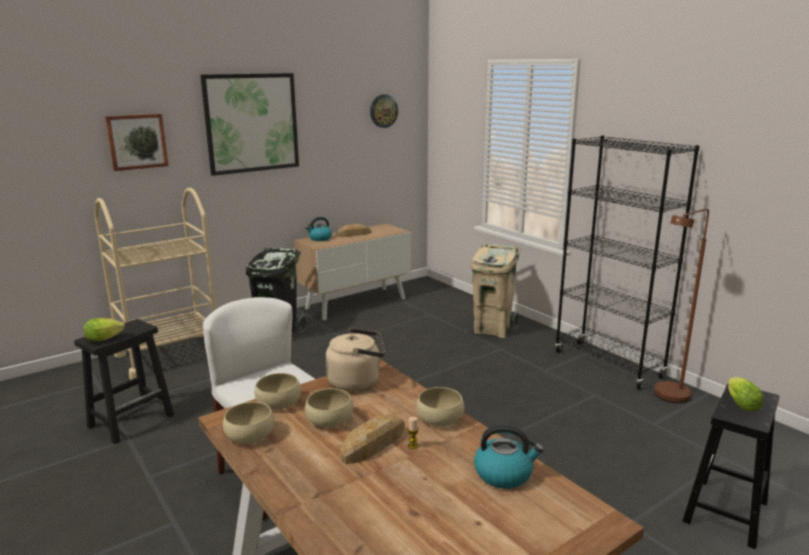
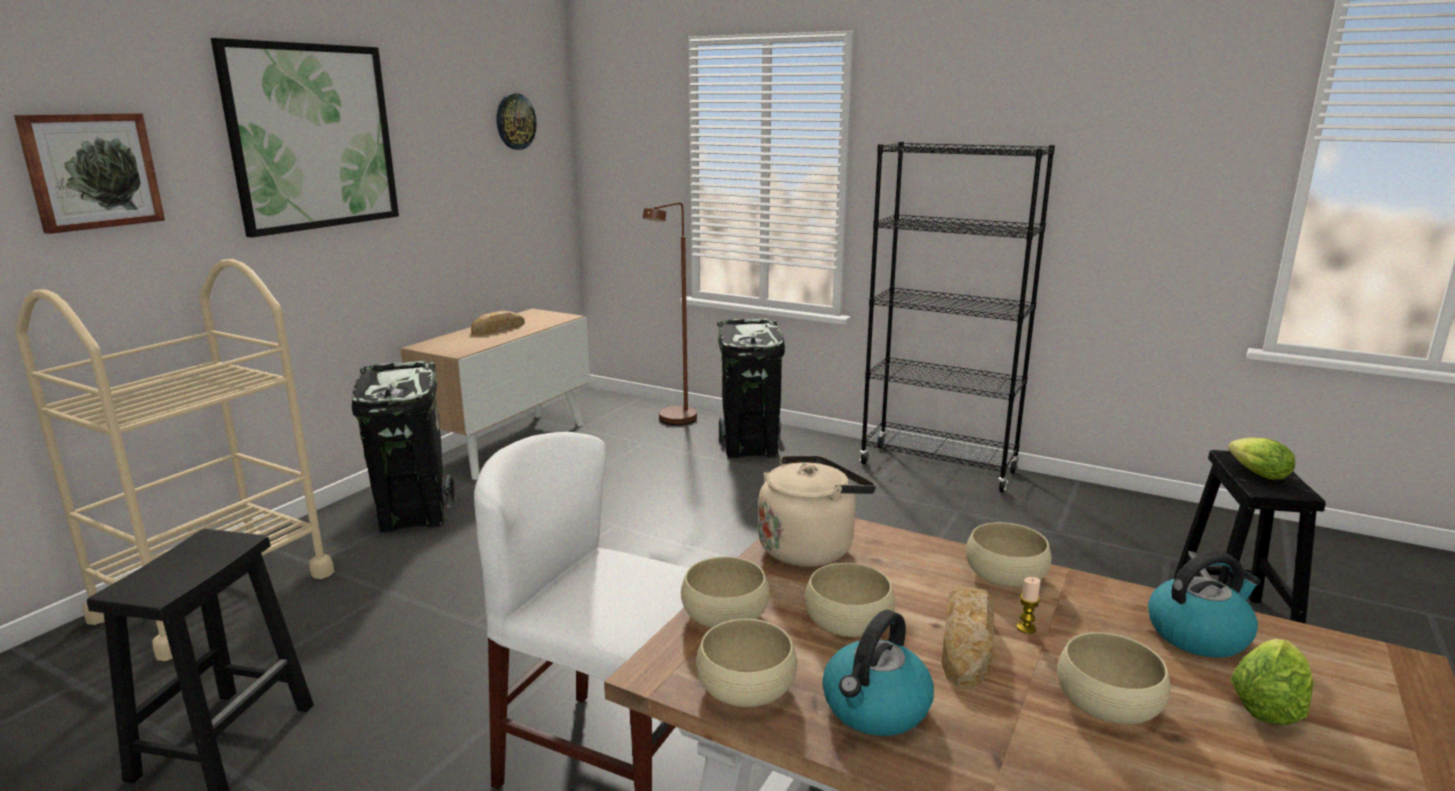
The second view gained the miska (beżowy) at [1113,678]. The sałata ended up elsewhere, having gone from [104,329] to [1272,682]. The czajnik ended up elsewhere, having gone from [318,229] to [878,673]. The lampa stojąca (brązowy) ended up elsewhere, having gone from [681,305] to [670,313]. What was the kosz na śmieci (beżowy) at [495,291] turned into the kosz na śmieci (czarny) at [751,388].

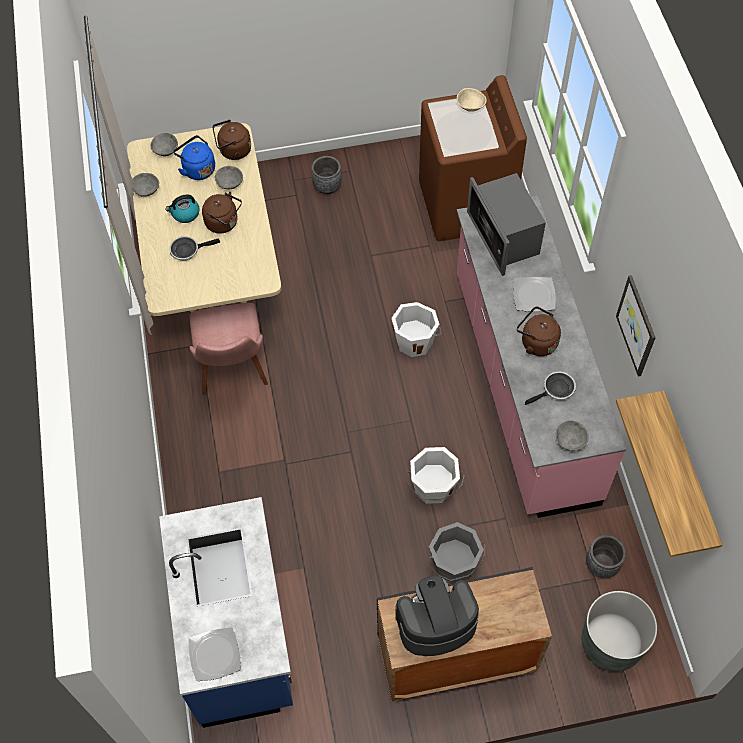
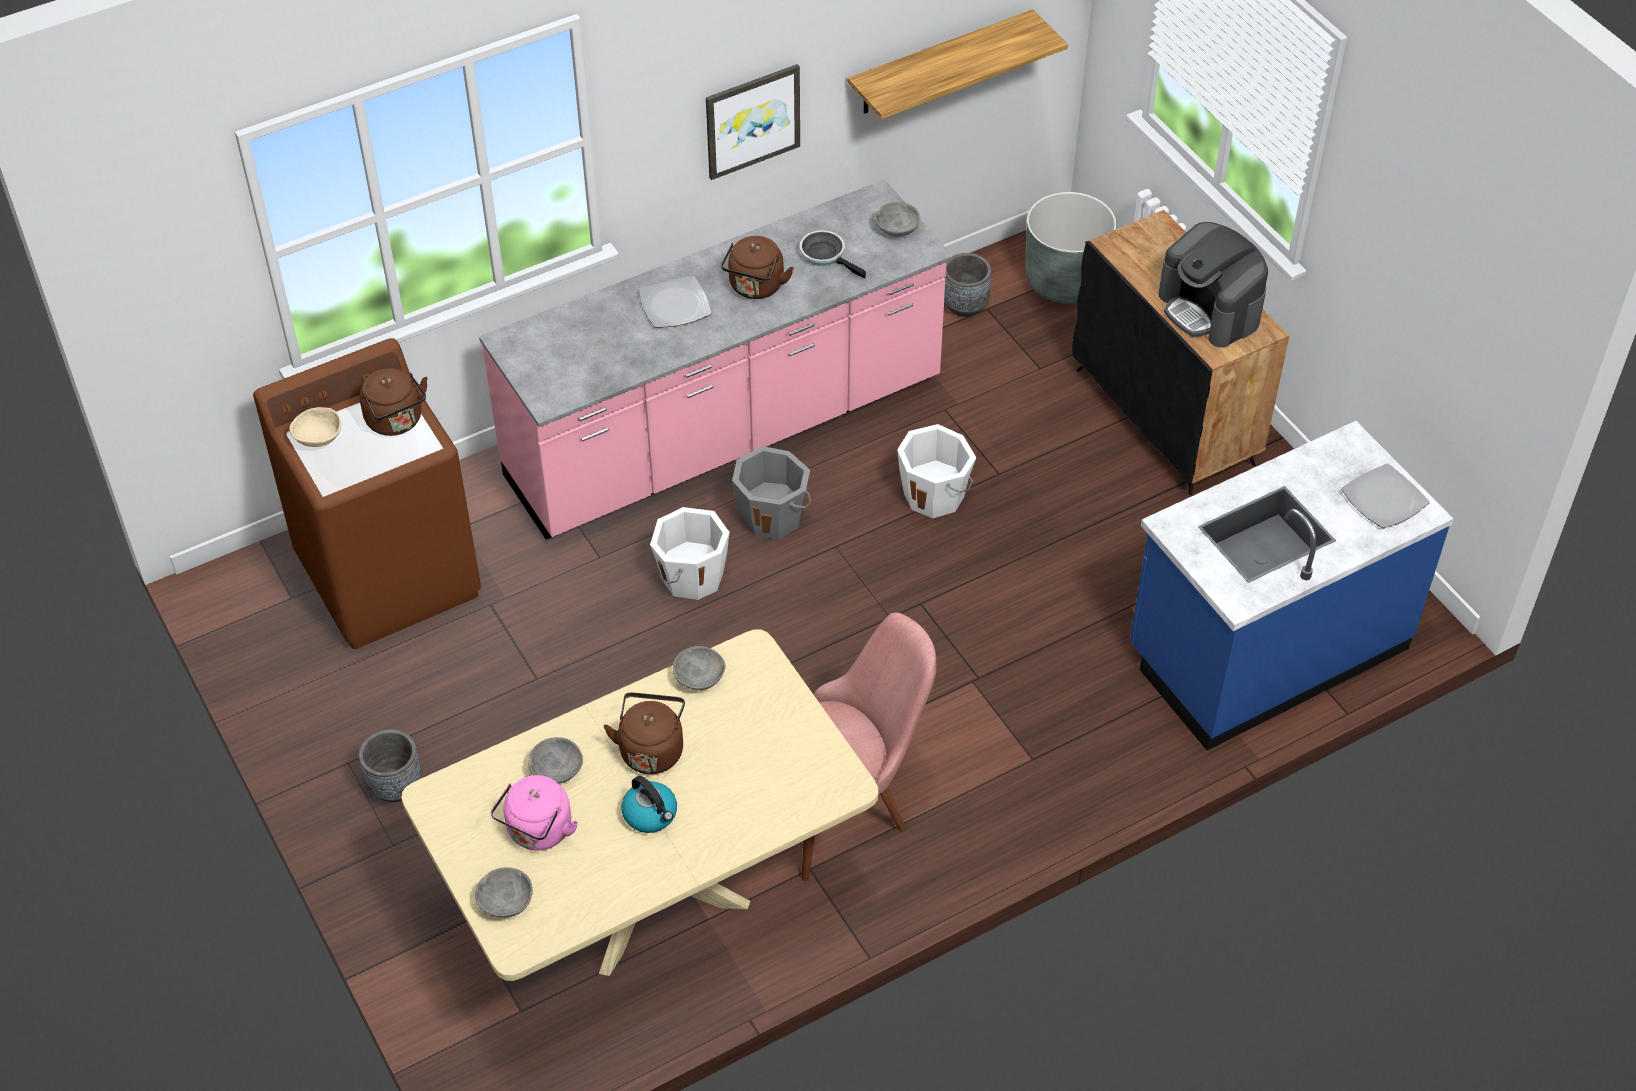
The second view lost the patelnia at [194,248]. The second view lost the mikrofalówka at [506,224]. The miska (szary) ended up elsewhere, having gone from [145,185] to [699,668]. The czajnik (brązowy) ended up elsewhere, having gone from [231,140] to [394,402]. The wiadro (szary) ended up elsewhere, having gone from [456,552] to [771,493]. What was the czajnik (niebieski) at [194,157] turned into the czajnik (różowy) at [534,813].

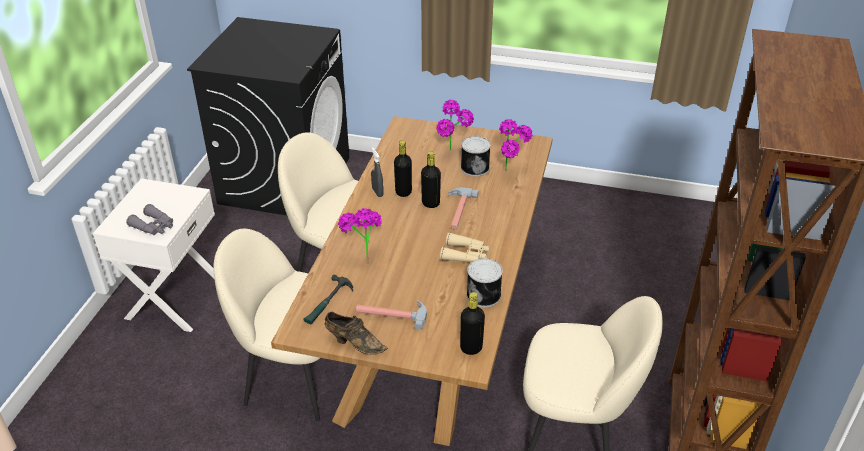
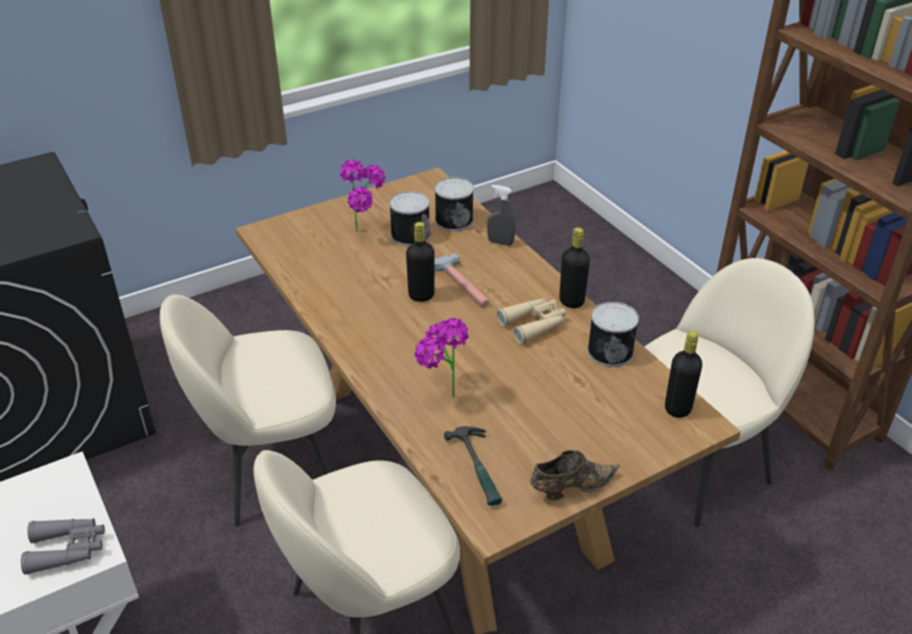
The second view lost the młotek at [391,315]. The spryskiwacz (szary) ended up elsewhere, having gone from [377,172] to [501,215]. The butelka (czarny) ended up elsewhere, having gone from [403,168] to [574,267]. Where the roślina doniczkowa stood at [516,145], the puszka came to stand at [454,204].

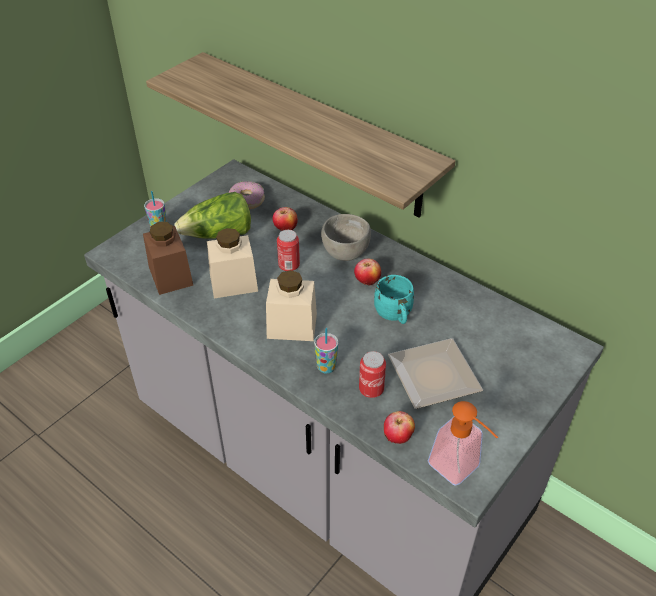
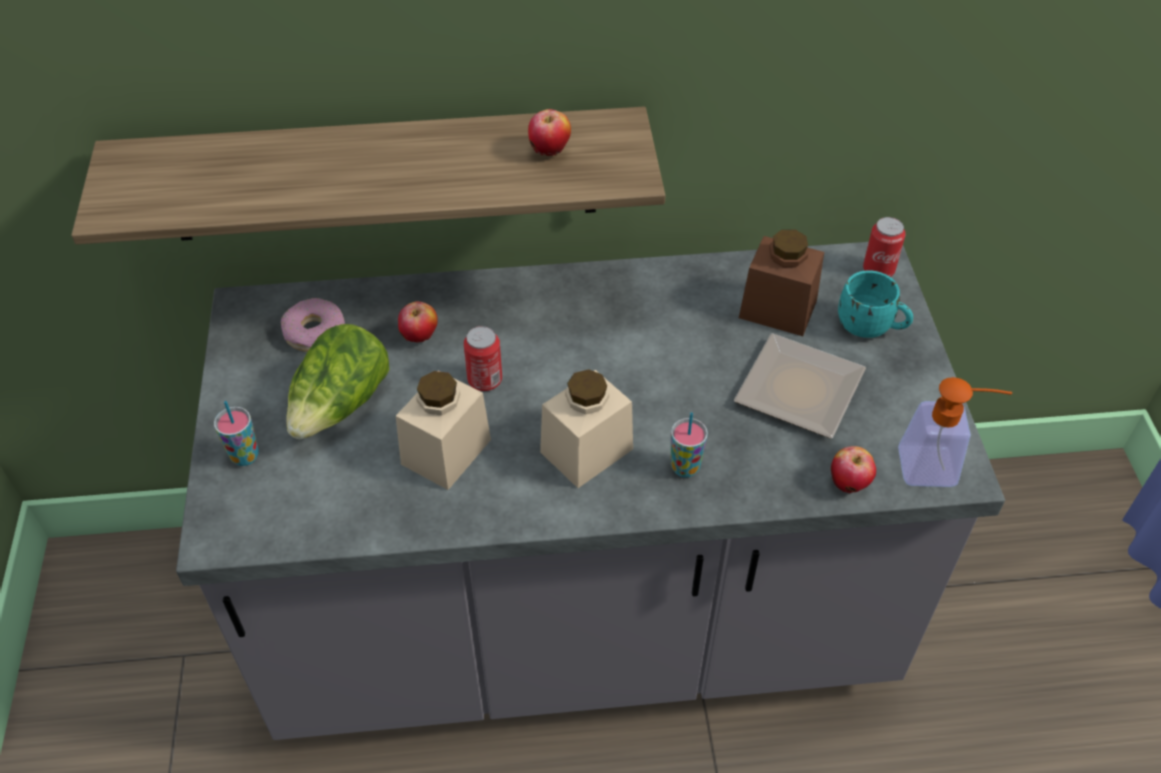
The second view lost the miska (szary) at [346,237]. The słoik (brązowy) ended up elsewhere, having gone from [168,258] to [781,282]. The jabłko ended up elsewhere, having gone from [367,272] to [549,132]. The puszka ended up elsewhere, having gone from [372,374] to [884,247]. The kubek (turkusowy) ended up elsewhere, having gone from [394,299] to [875,304].

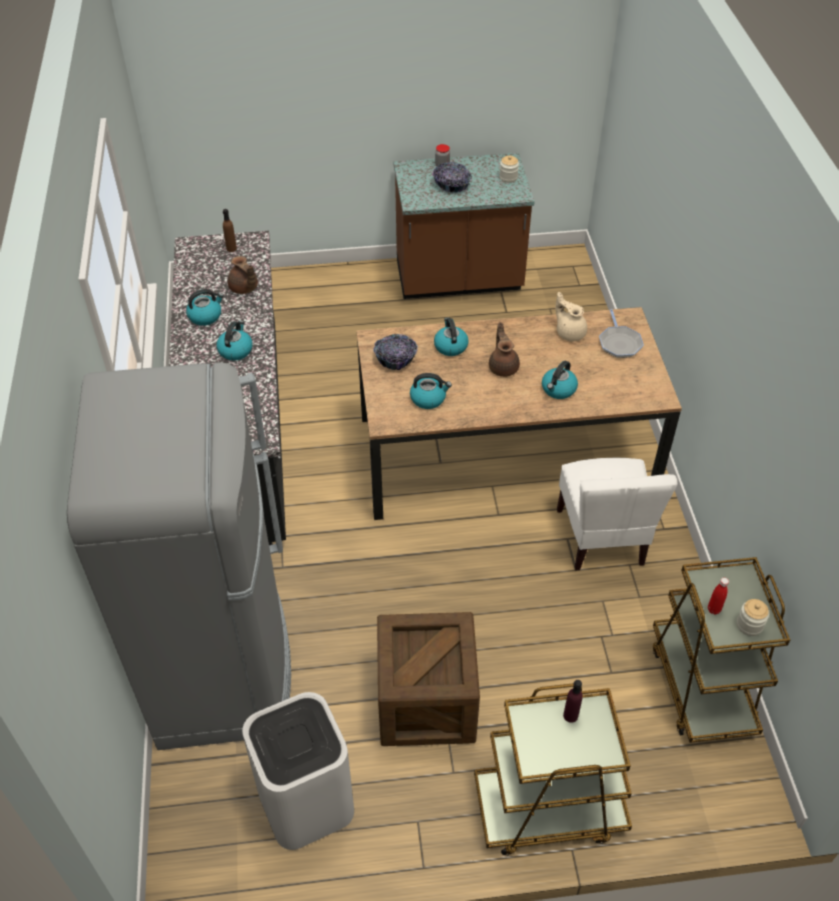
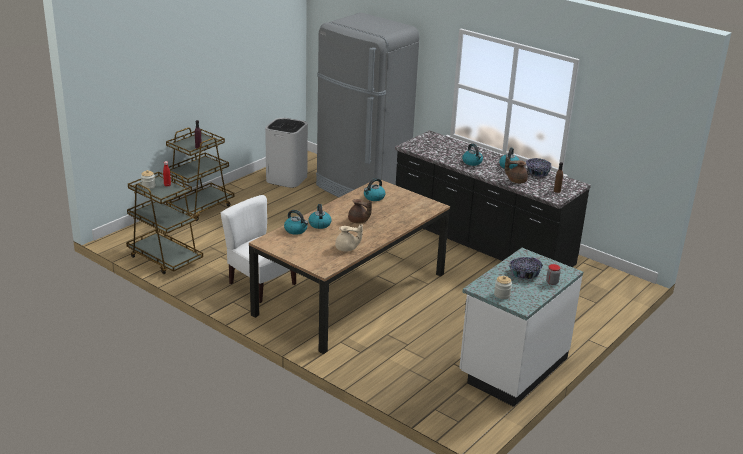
The second view lost the skrzynka at [428,679]. The second view lost the patelnia at [621,333]. The miska ended up elsewhere, having gone from [395,352] to [538,167]. The czajnik ended up elsewhere, having gone from [451,337] to [296,222]. What was the zabudowa kuchenna (brązowy) at [464,226] turned into the zabudowa kuchenna (biały) at [521,327].

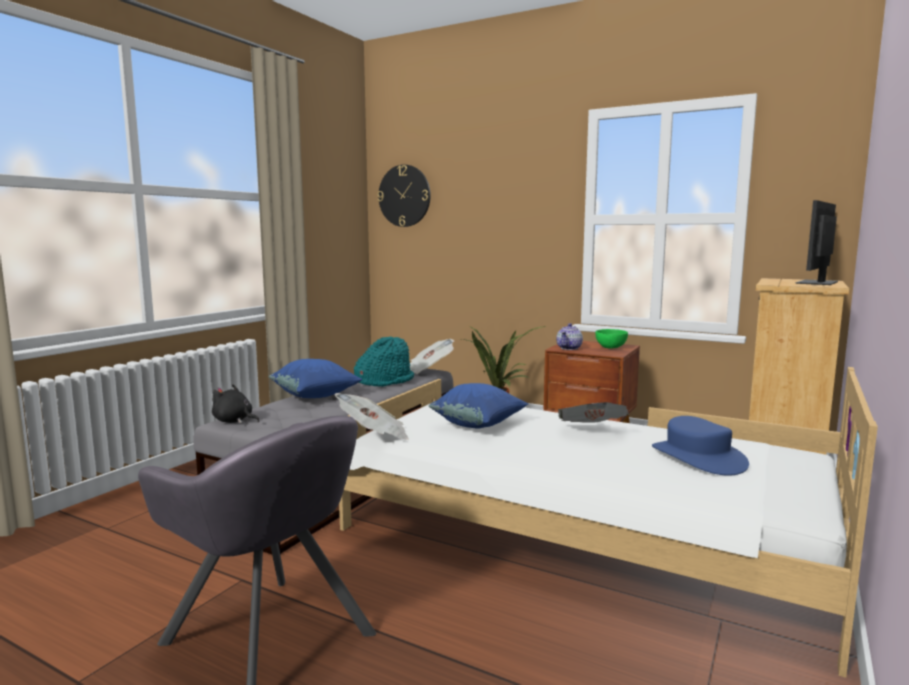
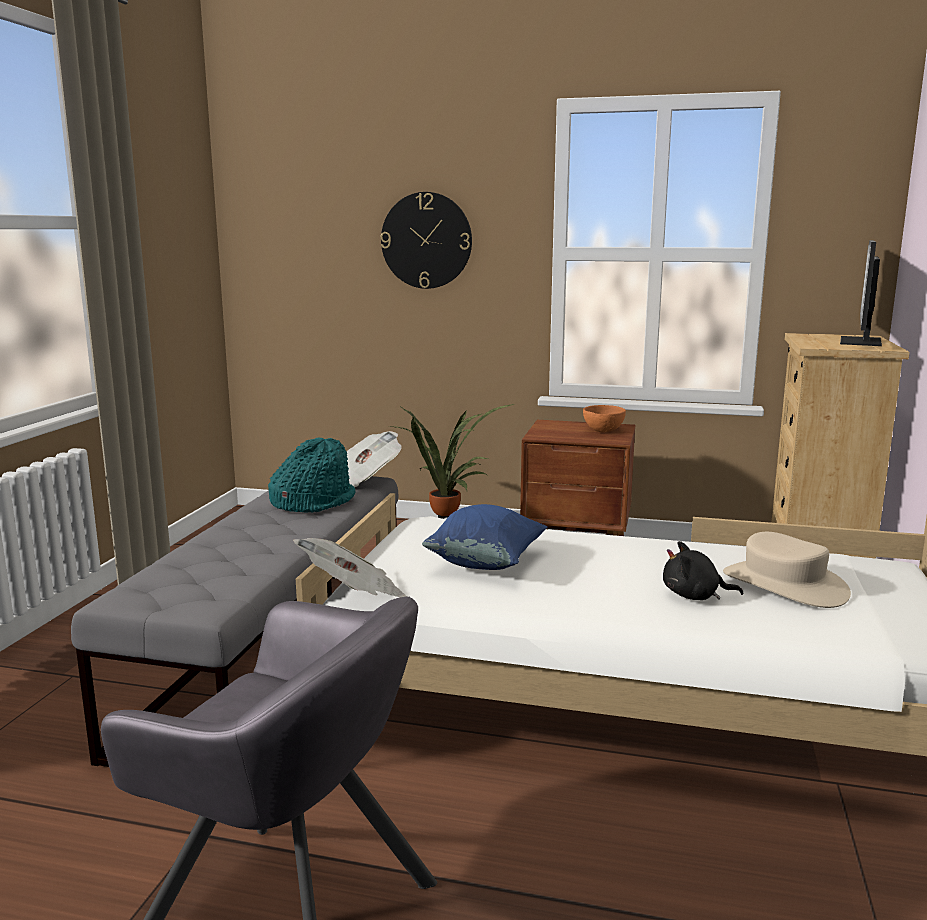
The second view lost the poduszka (niebieski) at [315,378]. The second view lost the imbryk at [569,336]. The second view lost the gazeta at [593,412]. The pluszak (czarny) ended up elsewhere, having gone from [236,404] to [703,570]. The zegar ścienny ended up elsewhere, having gone from [404,196] to [426,240]. What was the miska (zielony) at [611,339] turned into the miska (pomarańczowy) at [604,418]. What was the kapelusz (niebieski) at [700,446] turned into the kapelusz (beżowy) at [787,570].

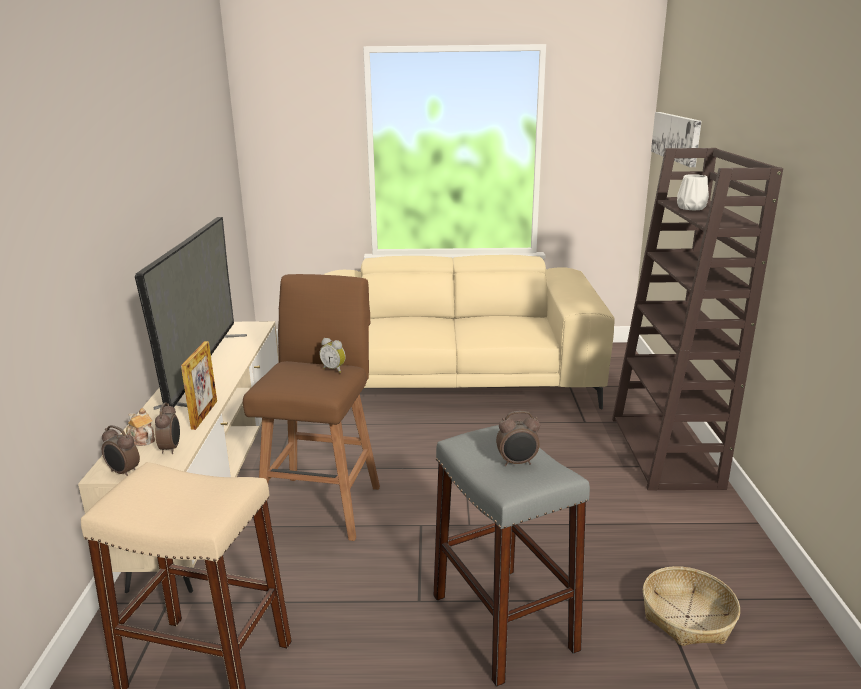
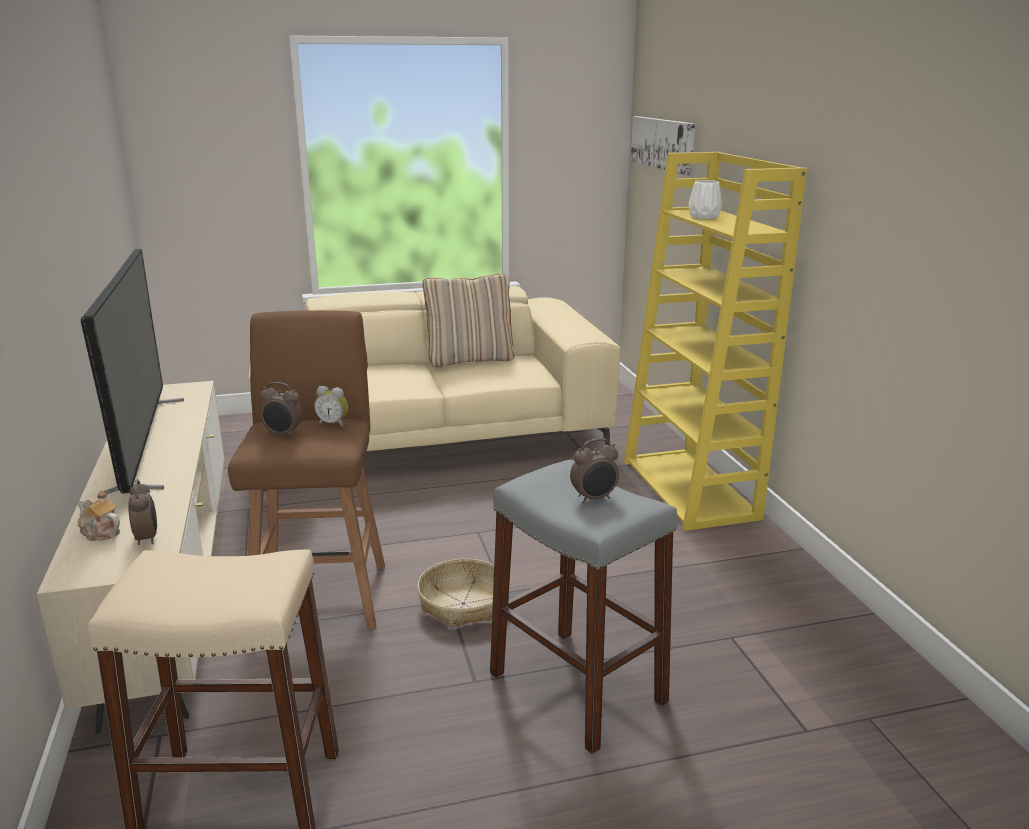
The second view lost the ramka na zdjęcie at [199,385]. The second view gained the poduszka (beżowy) at [469,320]. The budzik ended up elsewhere, having gone from [121,450] to [281,410]. The koszyk ended up elsewhere, having gone from [691,606] to [455,593]. What was the regał (brązowy) at [697,319] turned into the regał (żółty) at [715,341].

